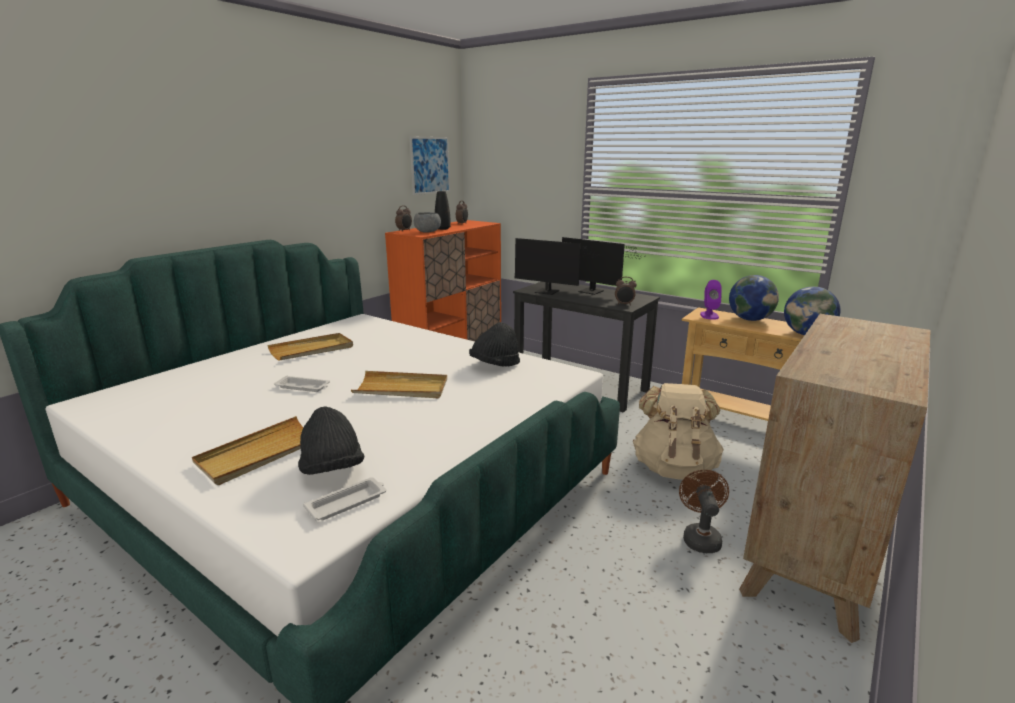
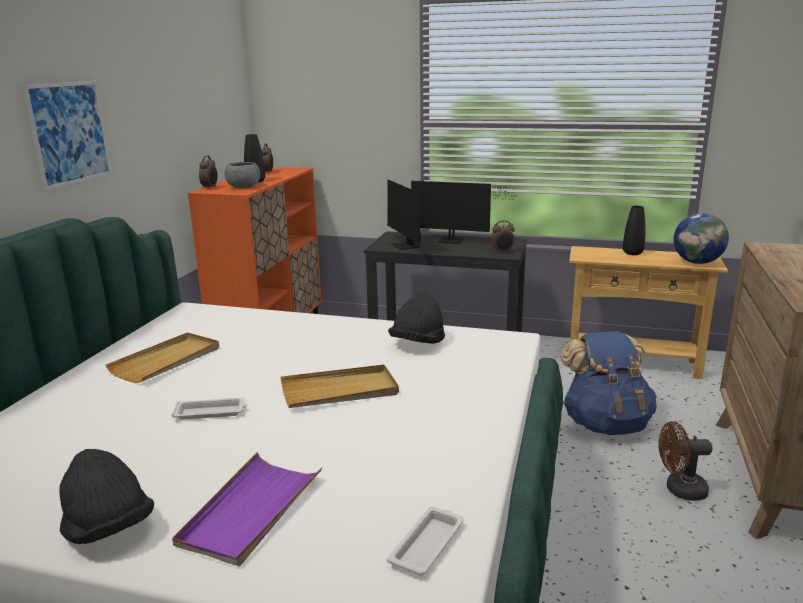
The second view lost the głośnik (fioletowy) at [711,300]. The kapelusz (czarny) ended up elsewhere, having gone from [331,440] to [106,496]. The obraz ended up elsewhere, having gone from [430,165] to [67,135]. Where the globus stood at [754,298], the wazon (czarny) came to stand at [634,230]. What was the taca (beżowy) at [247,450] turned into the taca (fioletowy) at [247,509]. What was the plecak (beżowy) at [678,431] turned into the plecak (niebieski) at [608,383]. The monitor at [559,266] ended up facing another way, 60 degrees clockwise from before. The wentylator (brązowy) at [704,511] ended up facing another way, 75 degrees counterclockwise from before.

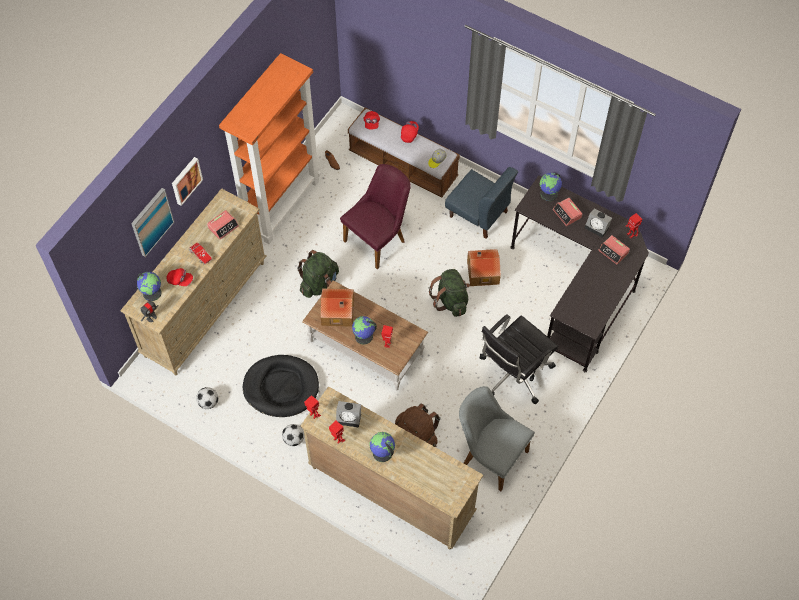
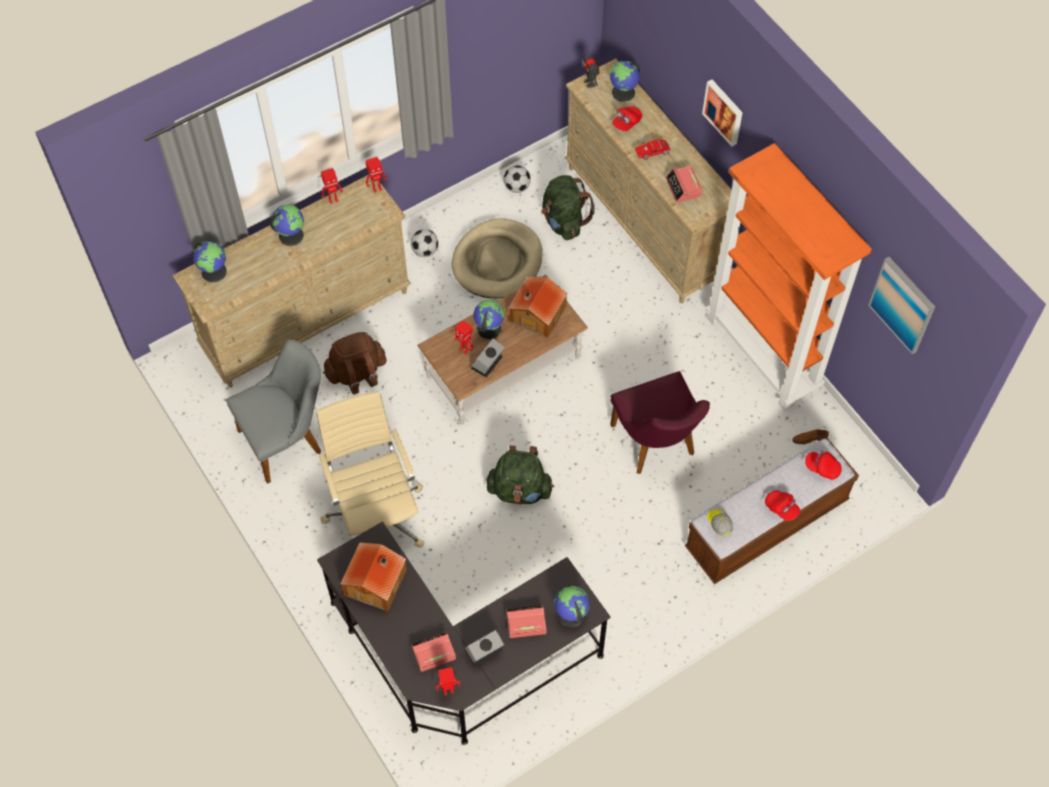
The second view lost the krzesło (niebieski) at [481,203]. The second view gained the globus at [210,261]. The obraz ended up elsewhere, having gone from [152,222] to [901,305]. The plecak (zielony) ended up elsewhere, having gone from [318,274] to [568,207]. The budzik ended up elsewhere, having gone from [348,414] to [488,357]. The domek ended up elsewhere, having gone from [484,267] to [373,576]. What was the legowisko (czarny) at [281,386] turned into the legowisko (beżowy) at [497,258]. What was the krzesło biurowe (czarny) at [519,359] turned into the krzesło biurowe (beżowy) at [370,469].

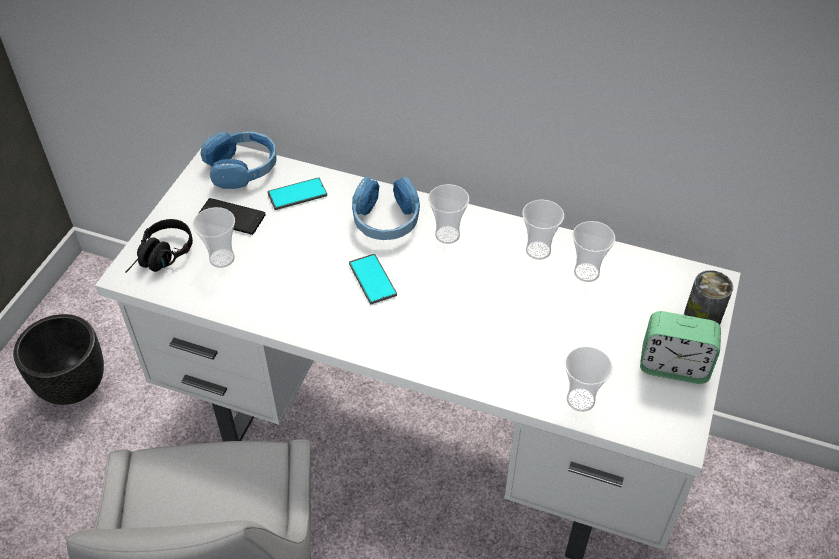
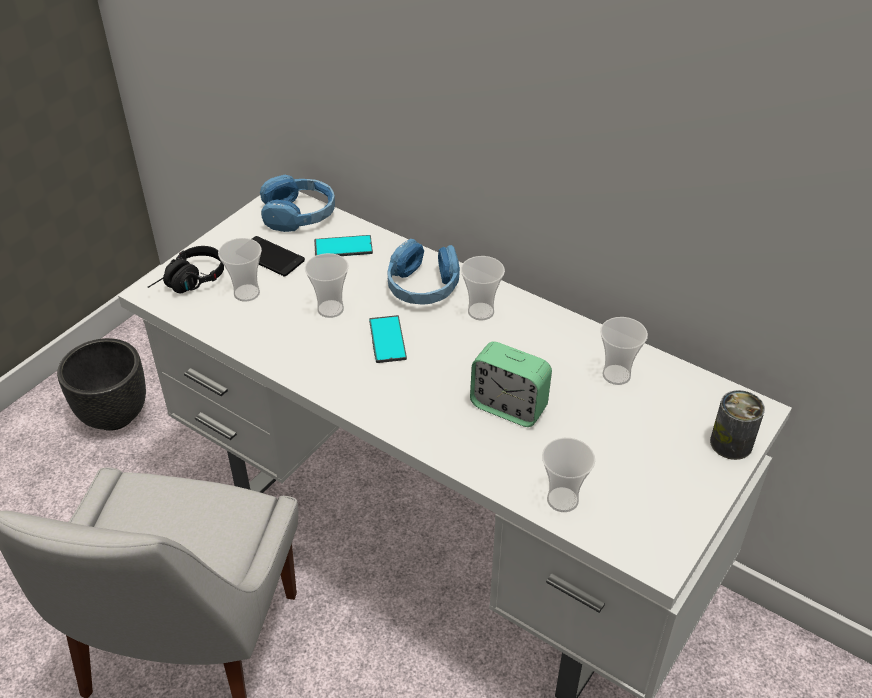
The filiżanka ended up elsewhere, having gone from [543,229] to [327,285]. The budzik ended up elsewhere, having gone from [680,347] to [511,384].

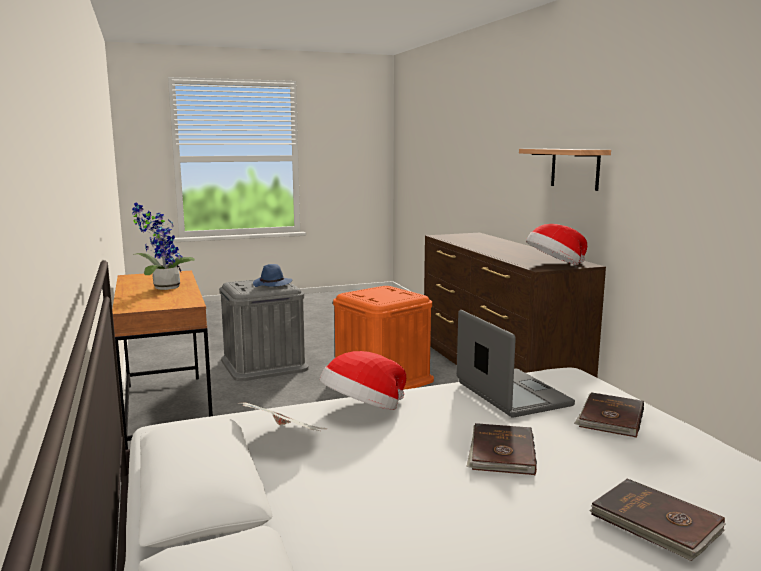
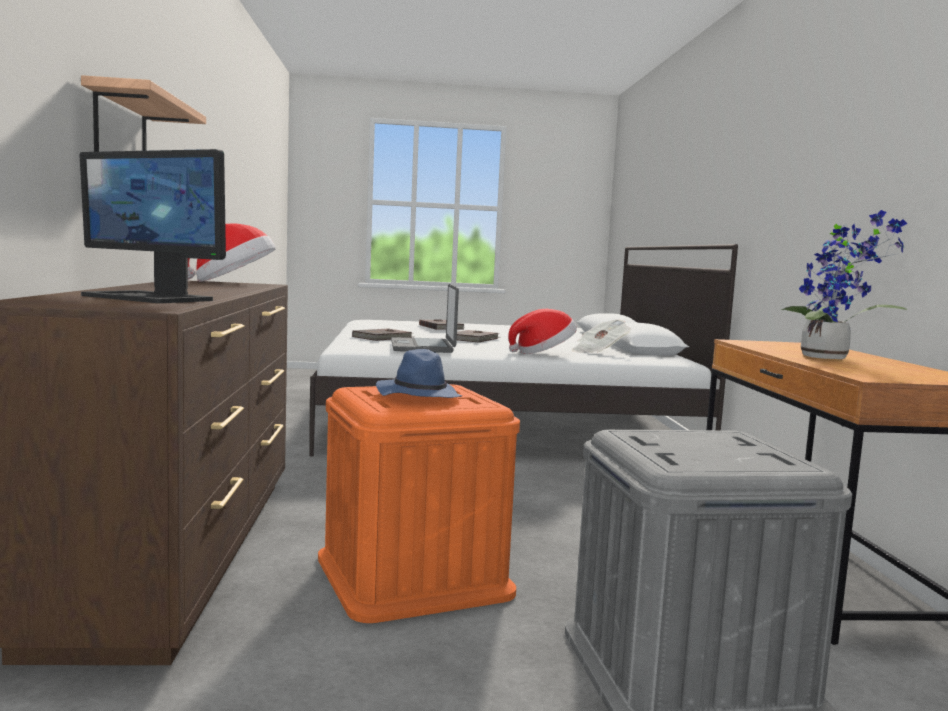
The second view gained the monitor at [153,226]. The kapelusz (niebieski) ended up elsewhere, having gone from [272,275] to [419,373].

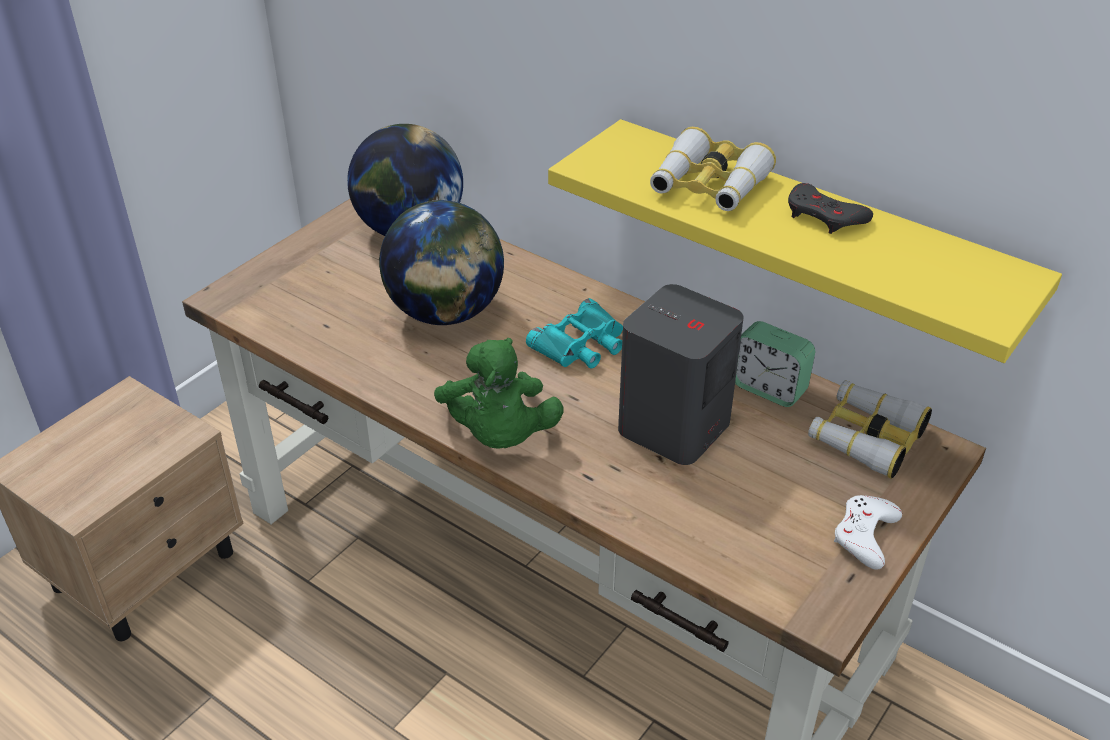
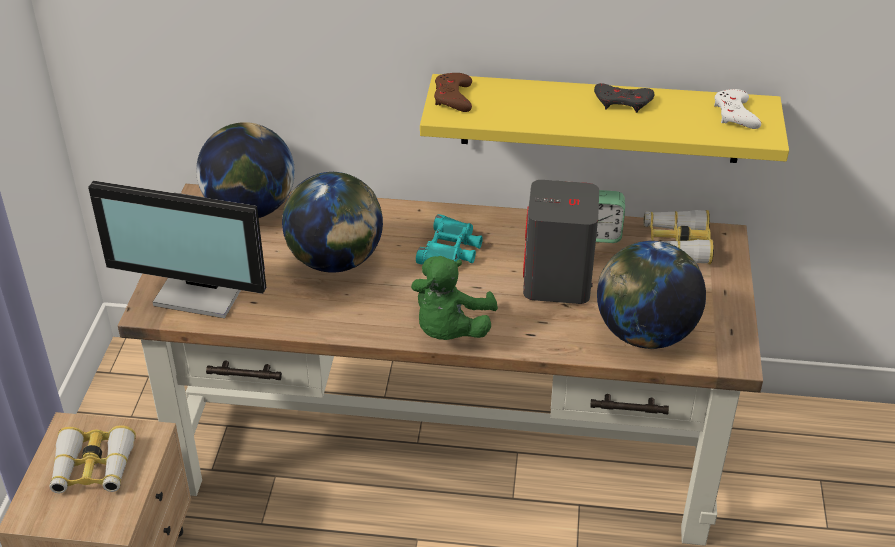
The second view gained the monitor at [177,249]. The second view gained the pad do gier (brązowy) at [453,92]. The second view gained the globus at [651,295]. The lornetka ended up elsewhere, having gone from [713,169] to [92,459]. The pad do gier (biały) ended up elsewhere, having gone from [868,532] to [737,109]. The pluszak (zielony) at [498,393] ended up facing another way, 60 degrees clockwise from before.

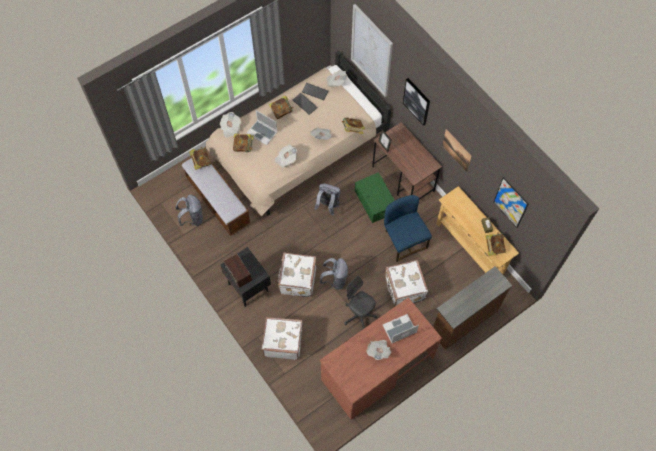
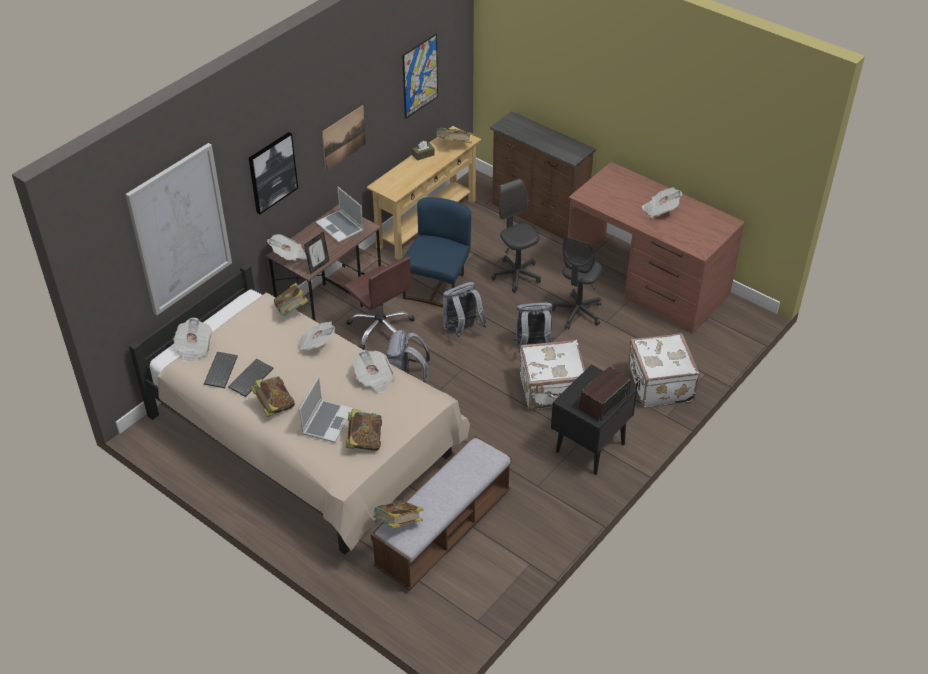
The plecak (szary) ended up elsewhere, having gone from [189,210] to [465,309]. The gazeta ended up elsewhere, having gone from [230,125] to [287,247]. The laptop ended up elsewhere, having gone from [401,328] to [340,215]. Where the pojemnik do przechowywania (zielony) stood at [375,197], the krzesło biurowe (brązowy) came to stand at [379,303]. Where the walizka (biały) stood at [406,283], the krzesło biurowe (szary) came to stand at [516,236]. The krzesło (niebieski) at [408,228] ended up facing another way, 150 degrees clockwise from before.

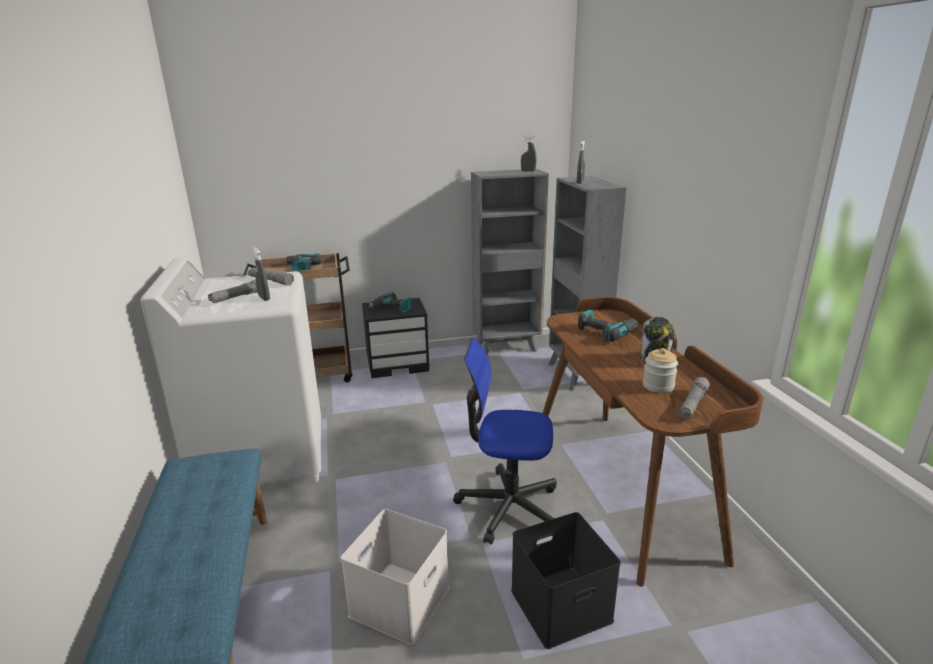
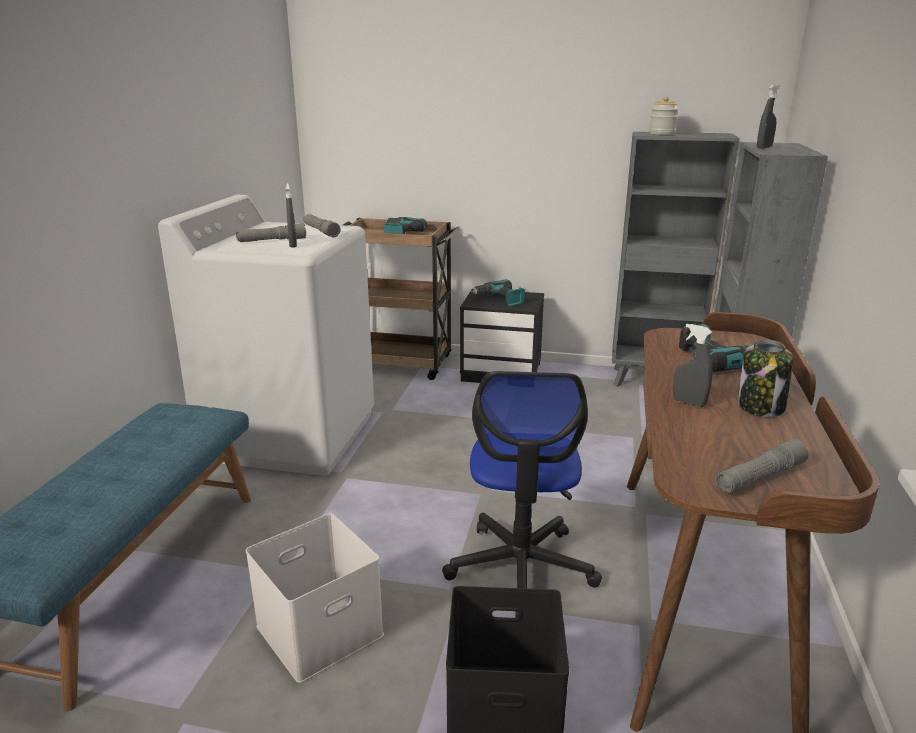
The spryskiwacz (szary) ended up elsewhere, having gone from [529,153] to [692,365]. The słoik ended up elsewhere, having gone from [660,370] to [664,115]. The krzesło biurowe at [505,441] ended up facing another way, 120 degrees counterclockwise from before.

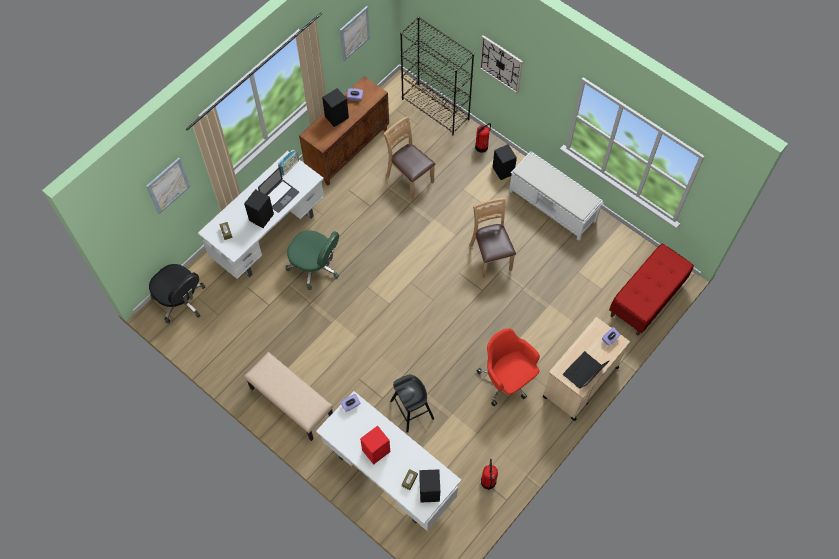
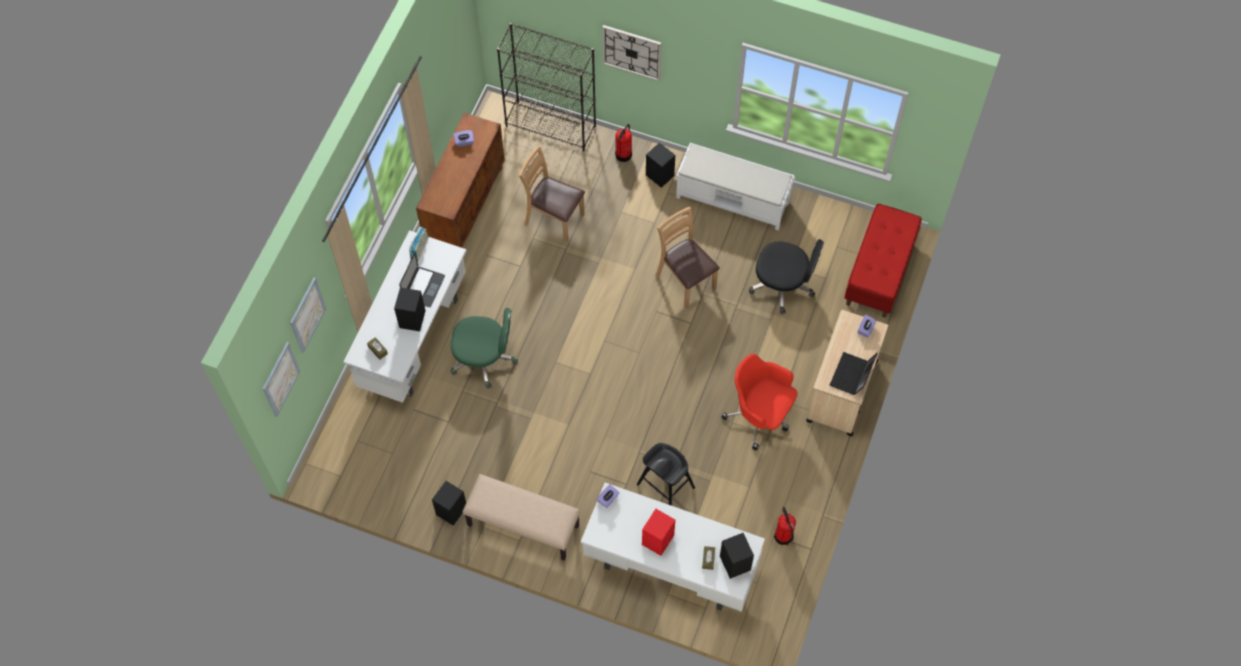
The krzesło biurowe (czarny) ended up elsewhere, having gone from [177,294] to [786,276]. The głośnik (czarny) ended up elsewhere, having gone from [335,107] to [449,503]. The obraz ended up elsewhere, having gone from [355,34] to [282,379].

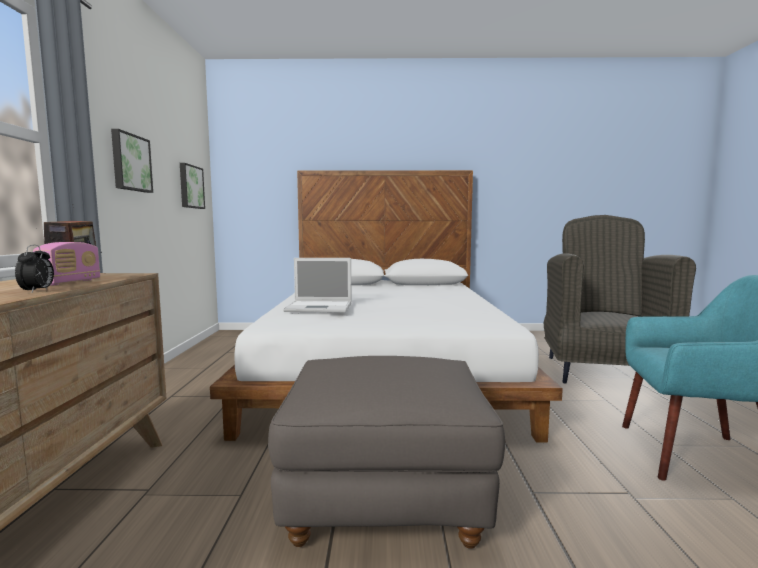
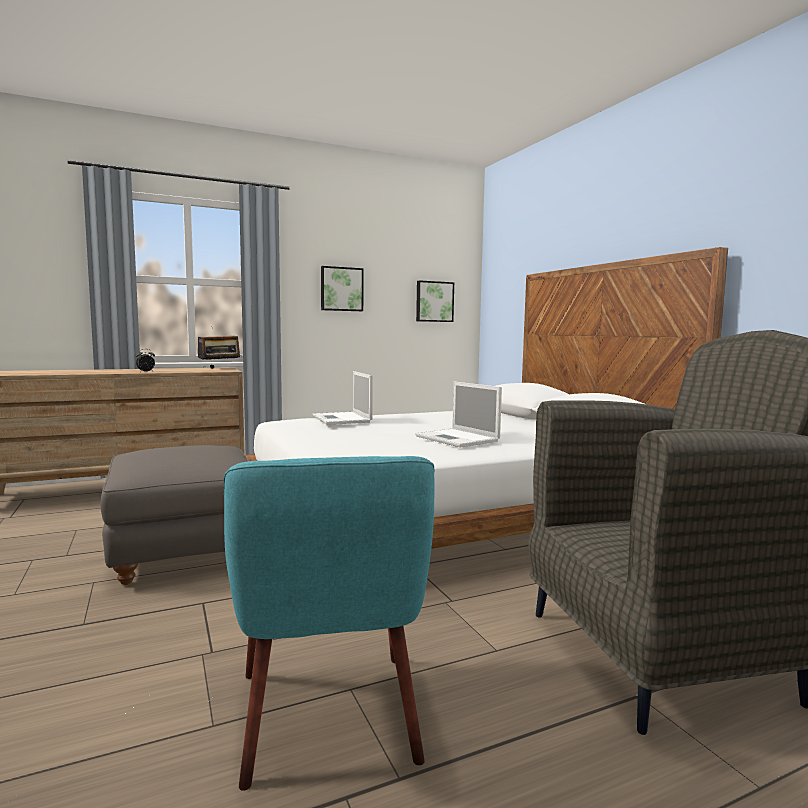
The second view lost the radio at [66,263]. The second view gained the laptop at [458,414].

